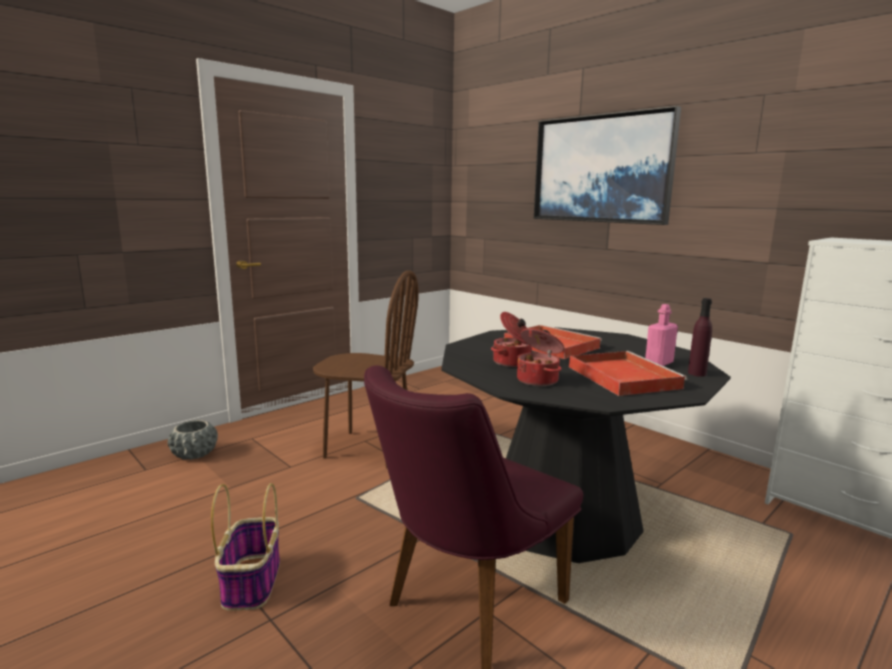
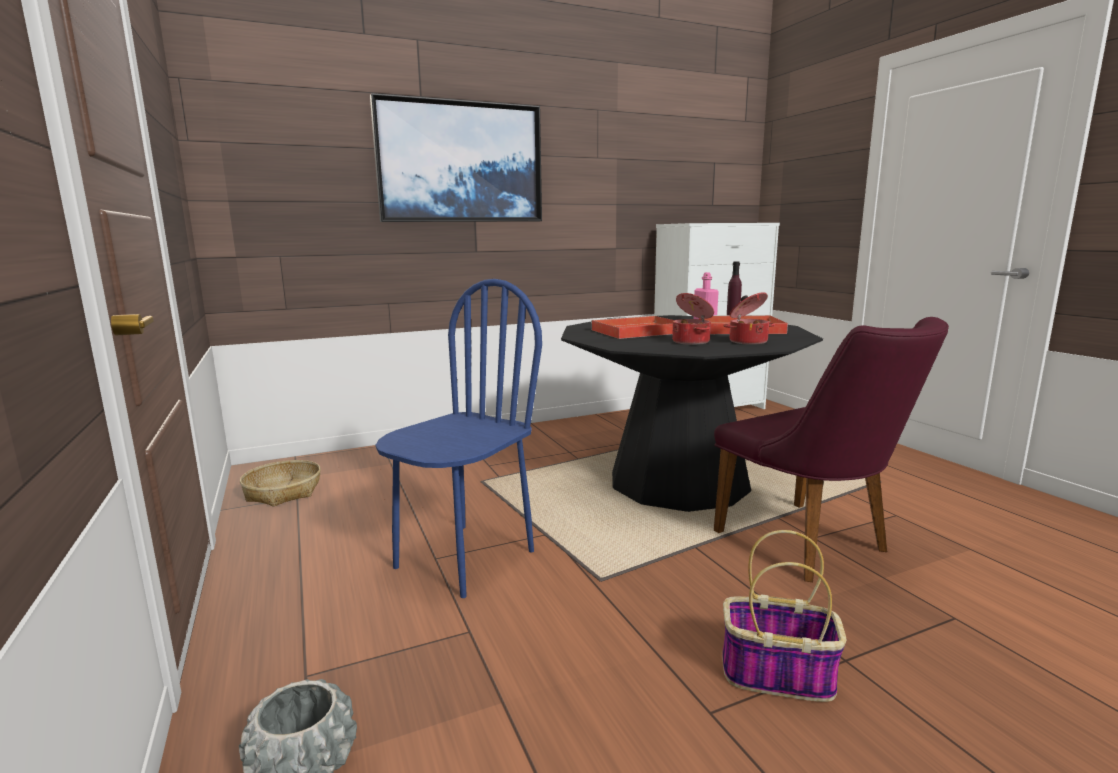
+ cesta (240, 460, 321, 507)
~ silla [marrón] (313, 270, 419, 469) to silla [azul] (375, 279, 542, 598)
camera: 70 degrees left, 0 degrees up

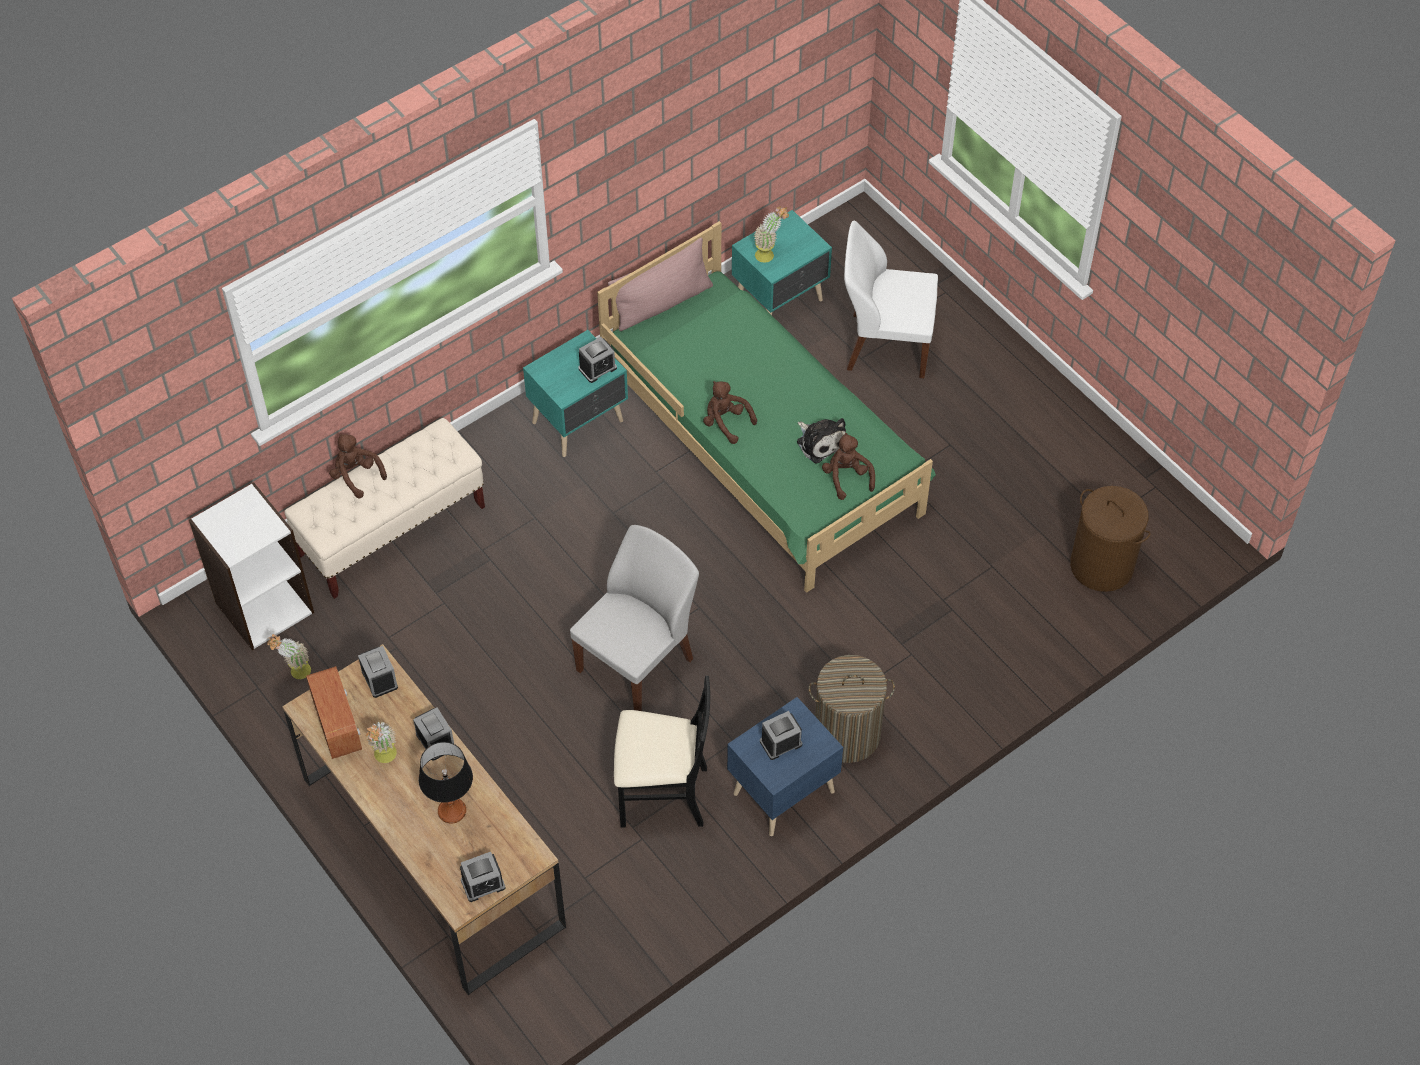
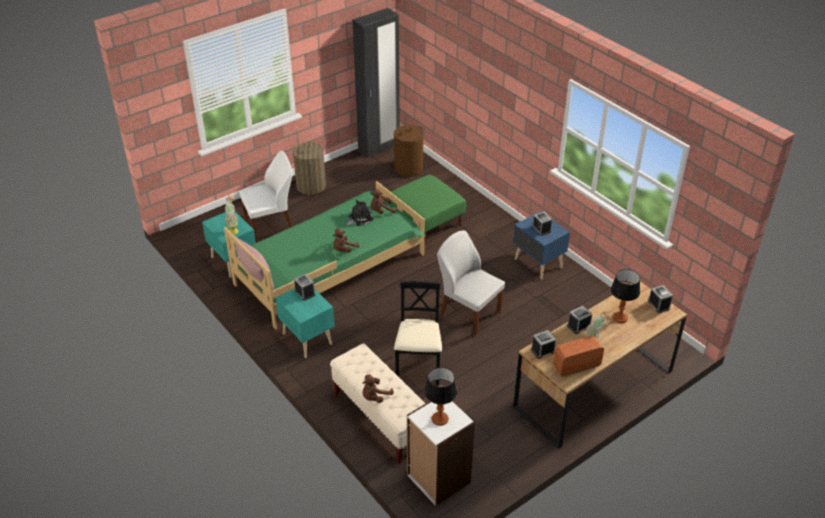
~ silla [blanco] (844, 221, 938, 378) = (239, 151, 292, 242) 120 degrees counterclockwise
~ cesto de la ropa (808, 655, 895, 763) to (293, 142, 326, 195)
+ armario ropero [negro] (352, 8, 400, 158)
+ puf [verde] (389, 175, 466, 244)
~ silla [negro] (614, 676, 710, 828) to (394, 281, 442, 385)
+ lámpara de mesa (425, 367, 457, 426)
- planta en maceta (267, 634, 311, 679)
camera: 90 degrees left, 15 degrees down

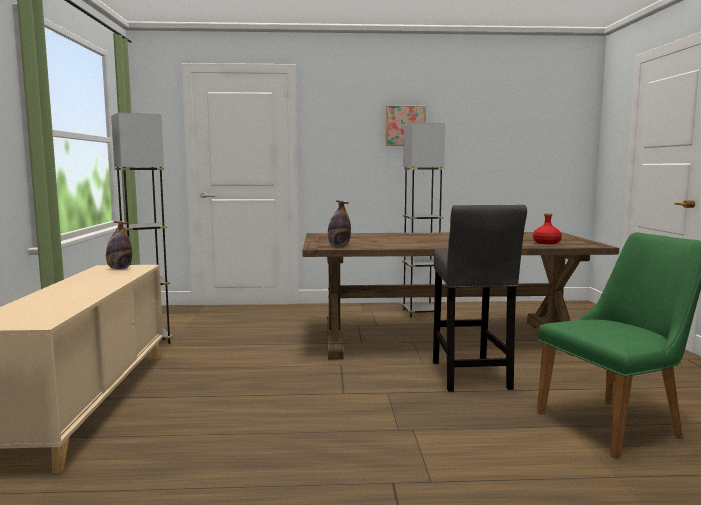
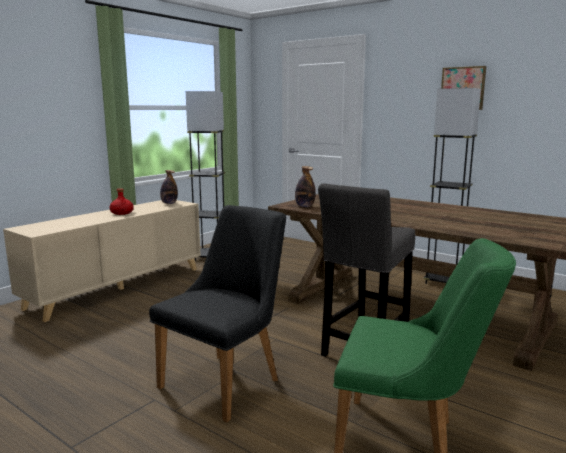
~ botella [rojo] (533, 214, 562, 244) to (109, 188, 134, 215)
+ silla [negro] (149, 205, 286, 422)
camera: 40 degrees right, 5 degrees up

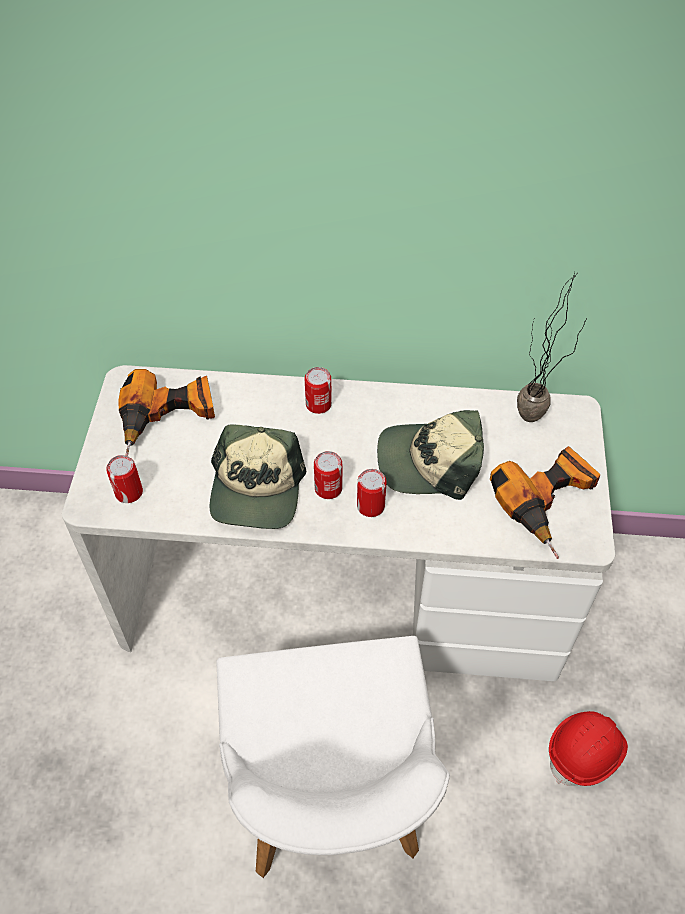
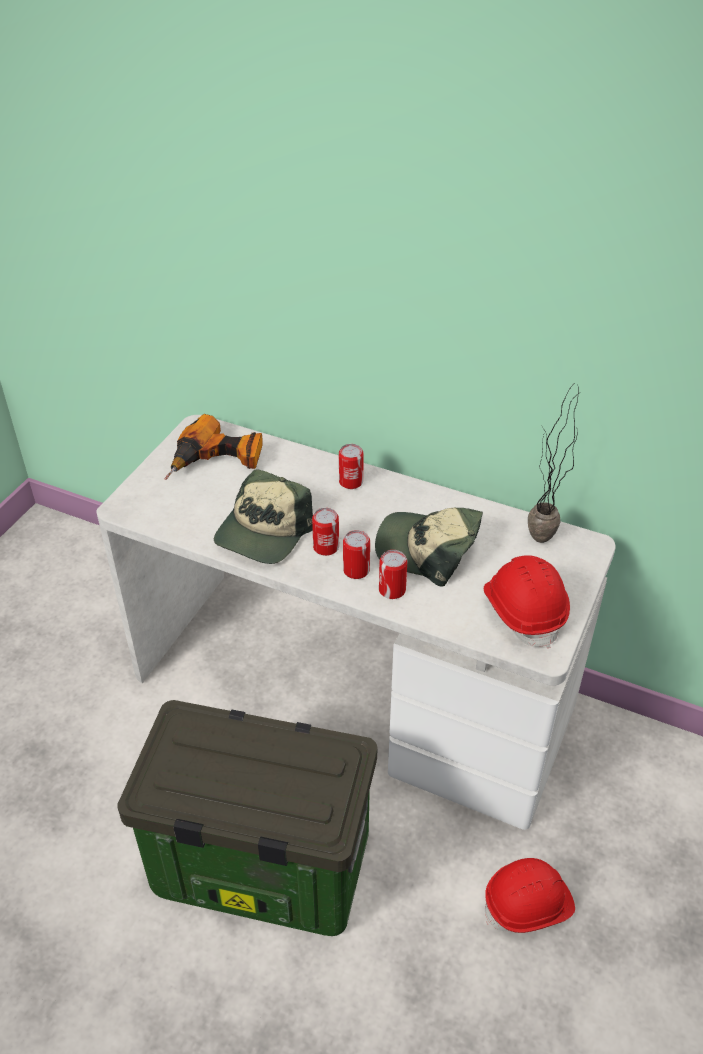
~ silla [blanco] (216, 636, 450, 878) to caja de almacenaje (117, 700, 378, 936)
~ lata (106, 455, 143, 503) to (379, 550, 407, 599)
~ taladro (490, 446, 600, 559) to casco [rojo] (484, 555, 570, 648)
camera: 20 degrees right, 10 degrees down

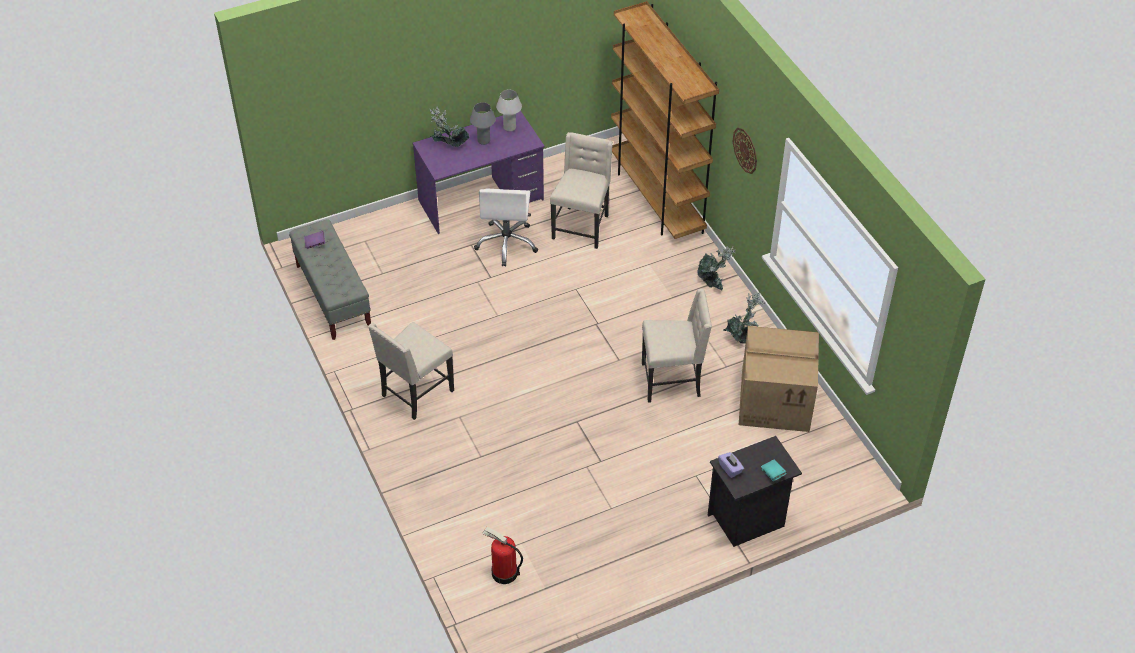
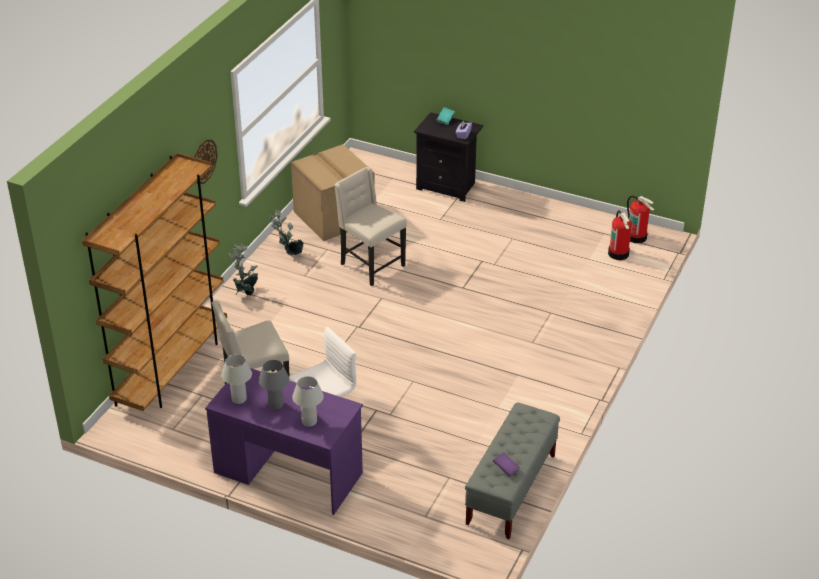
~ planta en maceta (430, 107, 469, 147) to lámpara de mesa [blanco] (292, 376, 324, 427)
+ extintor (627, 196, 655, 244)
- silla [beis] (368, 322, 454, 420)
camera: 130 degrees left, 10 degrees down

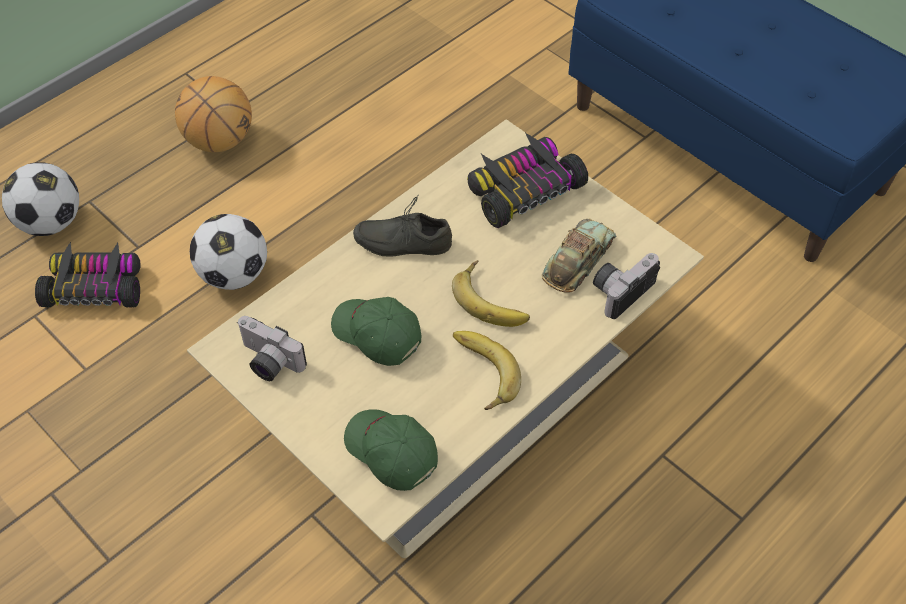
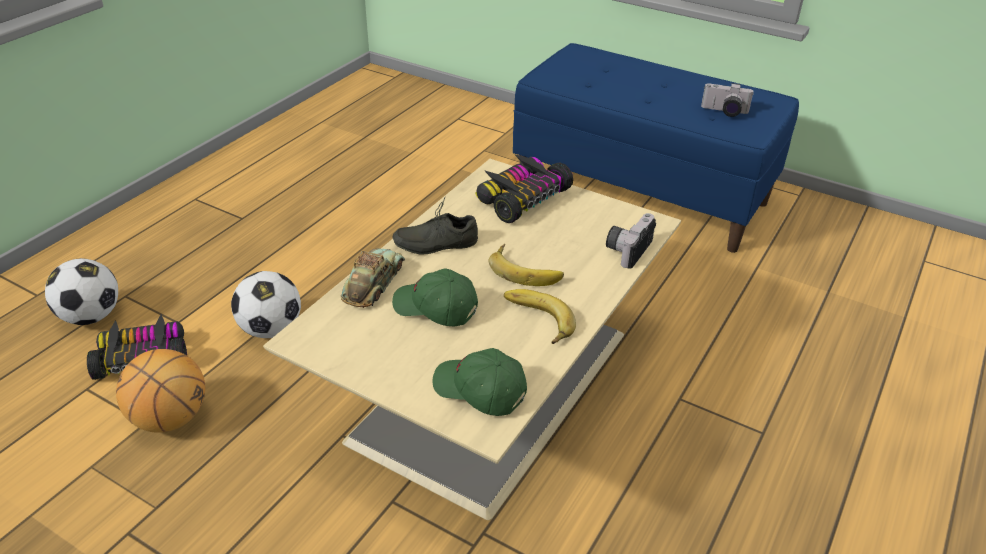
~ balón de baloncesto (175, 76, 252, 152) to (116, 349, 206, 433)
~ coche de juguete (542, 219, 616, 293) to (341, 248, 405, 308)
~ cámara (238, 316, 307, 381) to (701, 83, 754, 117)
camera: 15 degrees left, 15 degrees down

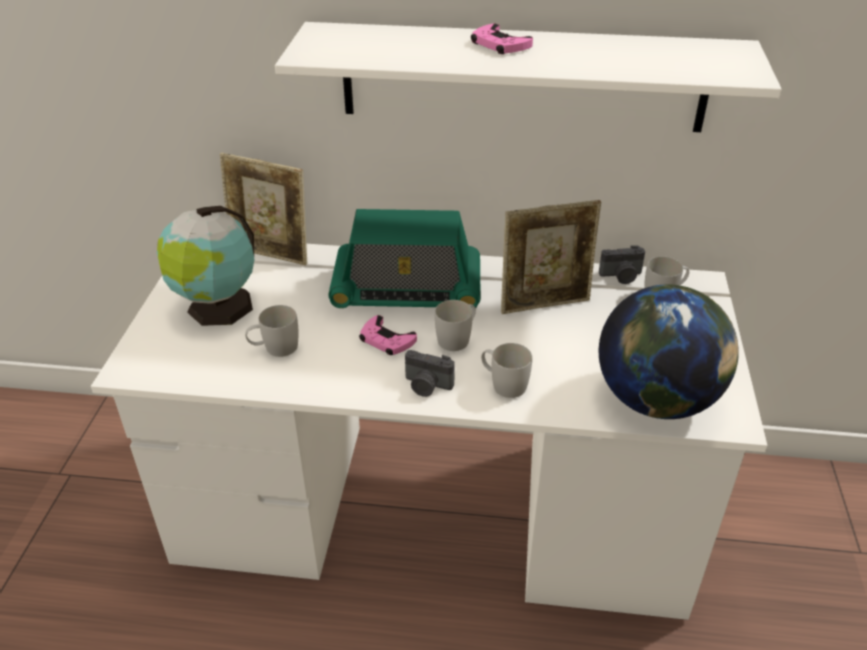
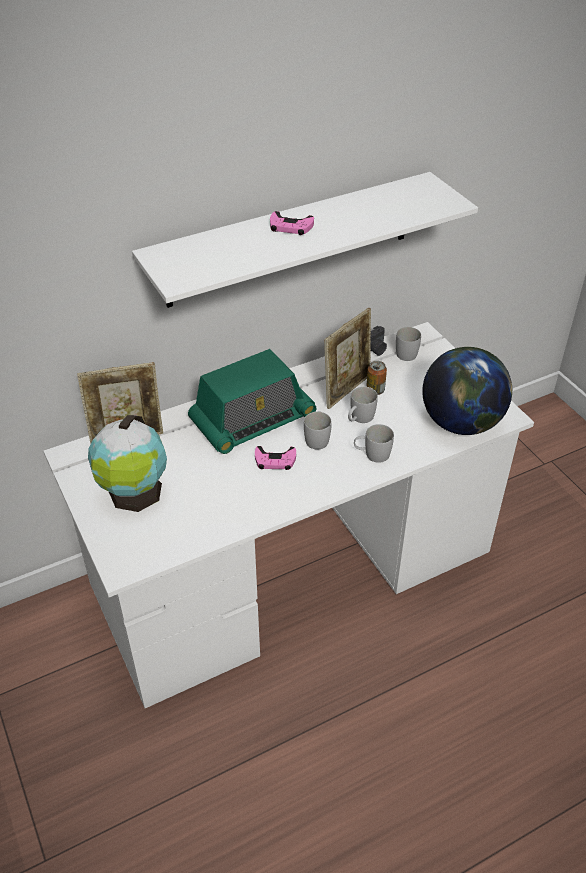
~ taza grande [blanco] (245, 305, 298, 357) to (348, 387, 378, 423)
+ lata (366, 361, 387, 395)
- cámara (405, 350, 455, 397)
camera: 35 degrees left, 5 degrees up

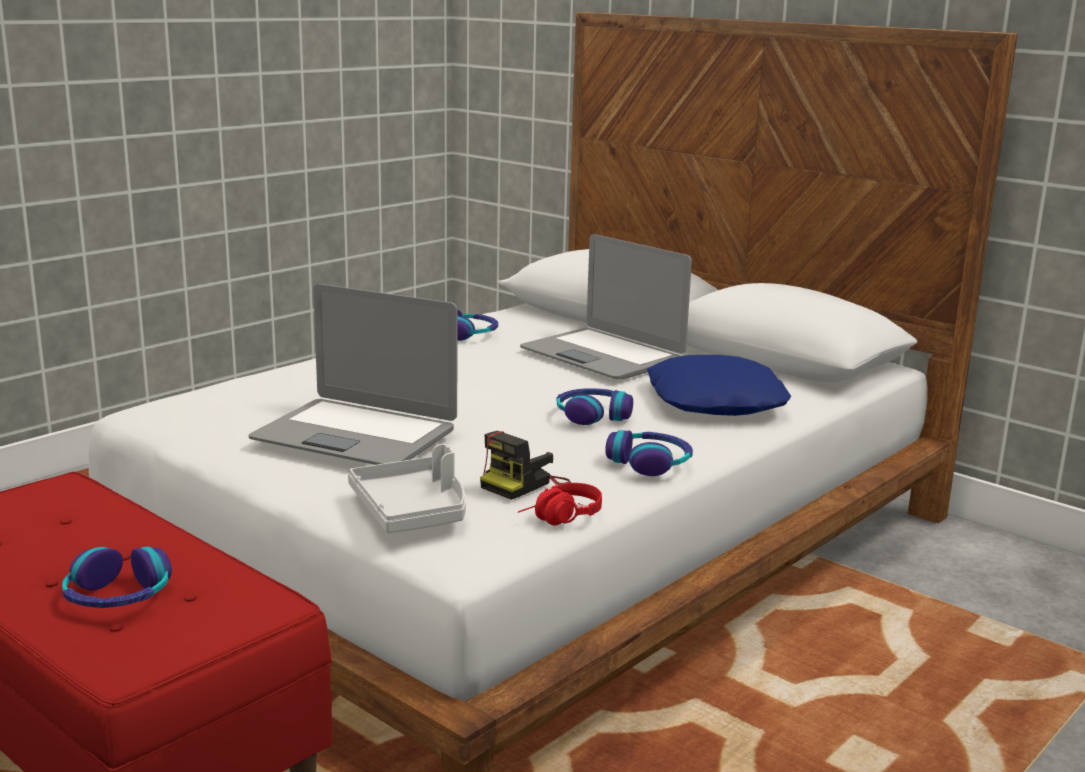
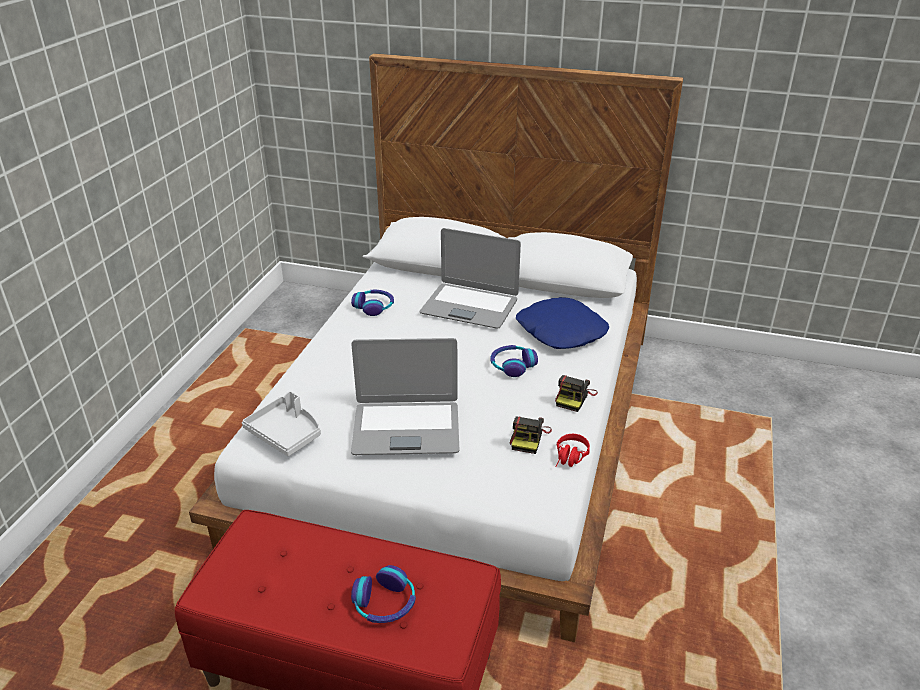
~ bandeja [gris] (348, 444, 466, 533) to (242, 391, 321, 456)
~ auriculares (605, 430, 693, 476) to cámara (555, 375, 598, 412)
camera: 25 degrees left, 15 degrees up

